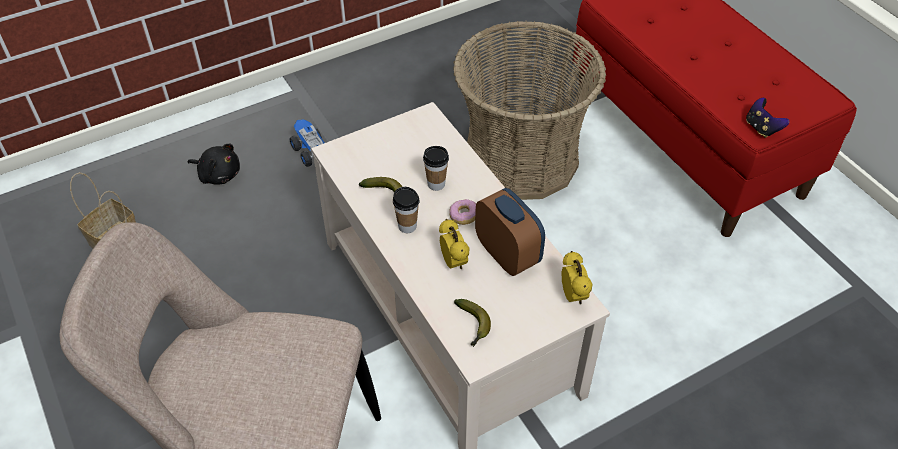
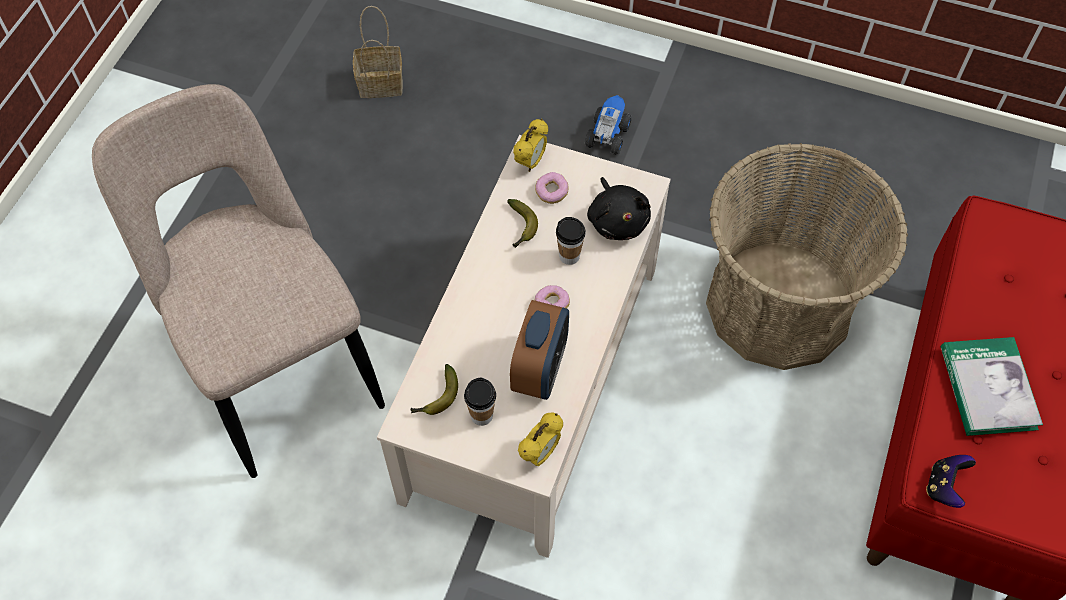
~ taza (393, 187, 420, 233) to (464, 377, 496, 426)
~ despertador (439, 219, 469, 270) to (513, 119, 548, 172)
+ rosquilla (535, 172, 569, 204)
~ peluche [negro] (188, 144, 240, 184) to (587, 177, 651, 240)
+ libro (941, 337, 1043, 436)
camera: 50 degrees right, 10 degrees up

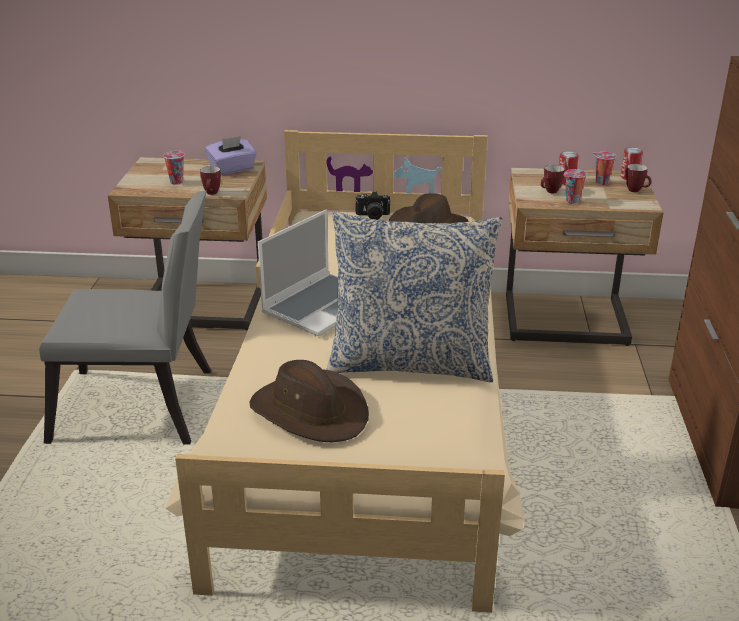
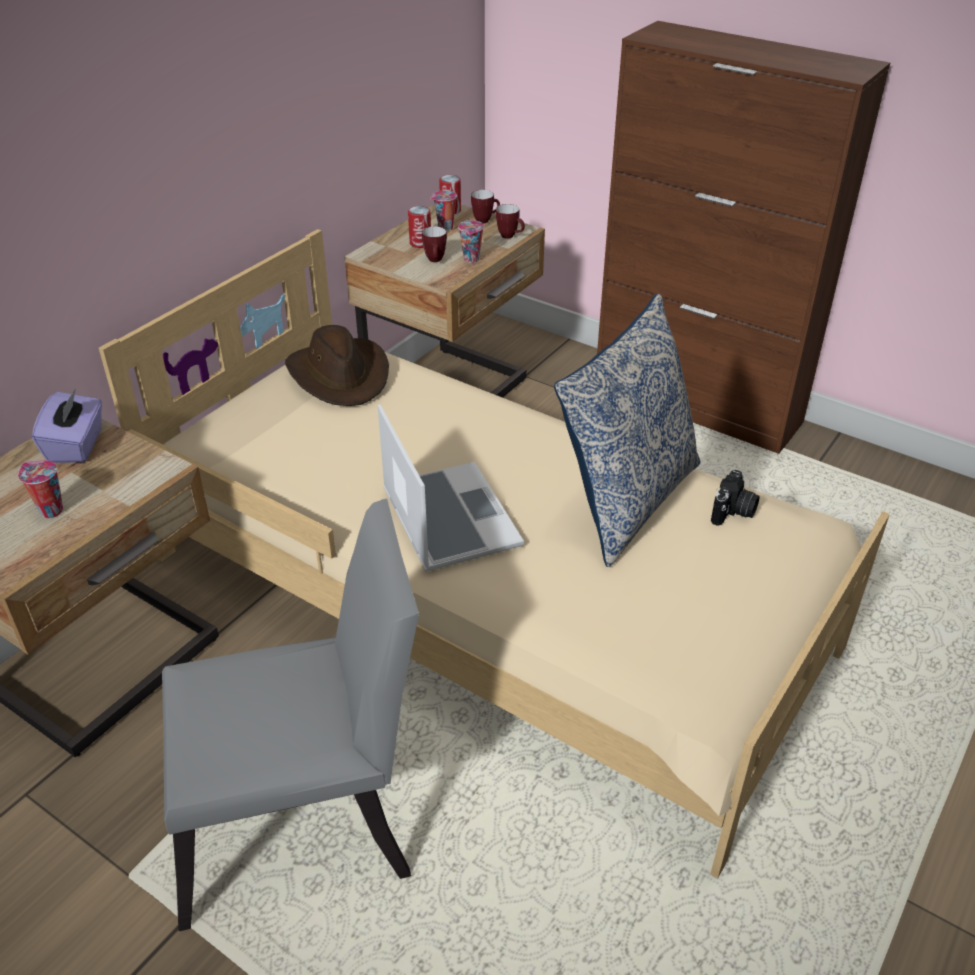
~ silla [gris] (39, 190, 211, 445) = (162, 499, 419, 931) 45 degrees clockwise
~ taza grande (200, 166, 221, 195) to (496, 204, 525, 239)
~ cámara (355, 191, 391, 220) to (711, 470, 760, 526)
- sombrero [marrón] (249, 360, 369, 442)
camera: 60 degrees left, 10 degrees up

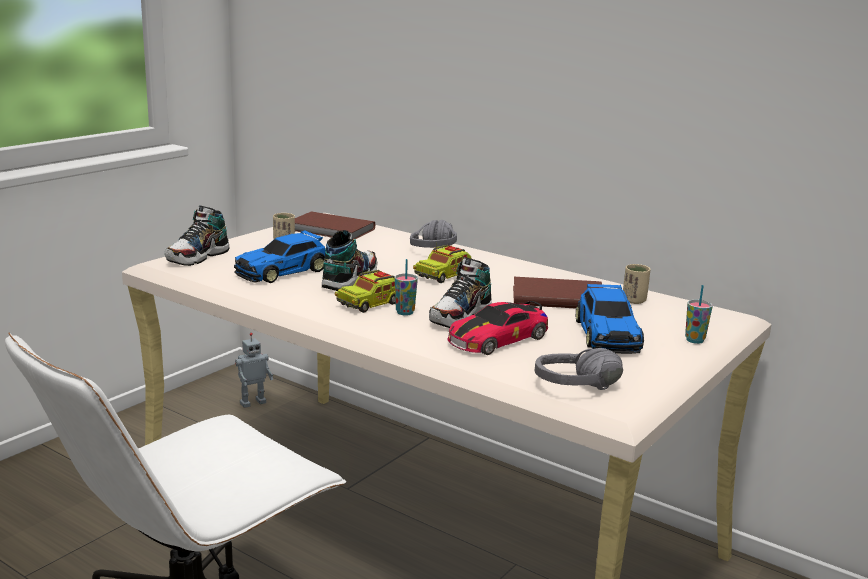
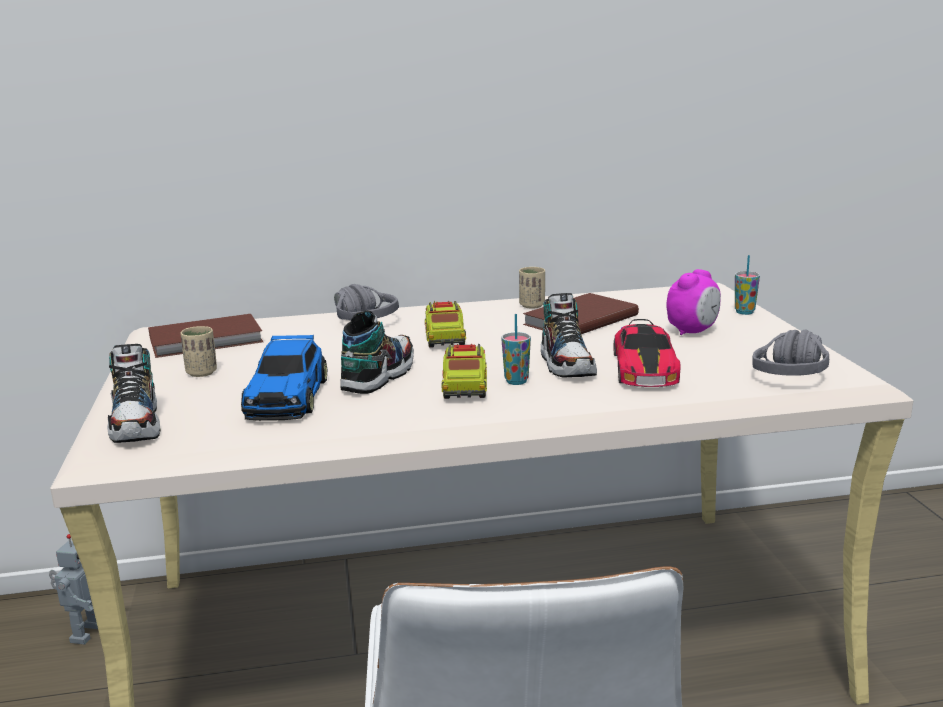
~ zapato (322, 230, 377, 291) = (340, 310, 414, 394) 45 degrees clockwise
~ taza [beis] (623, 264, 650, 304) to (519, 267, 545, 309)
~ coche de juguete (576, 284, 644, 354) to despertador (666, 269, 721, 335)
camera: 45 degrees left, 0 degrees up

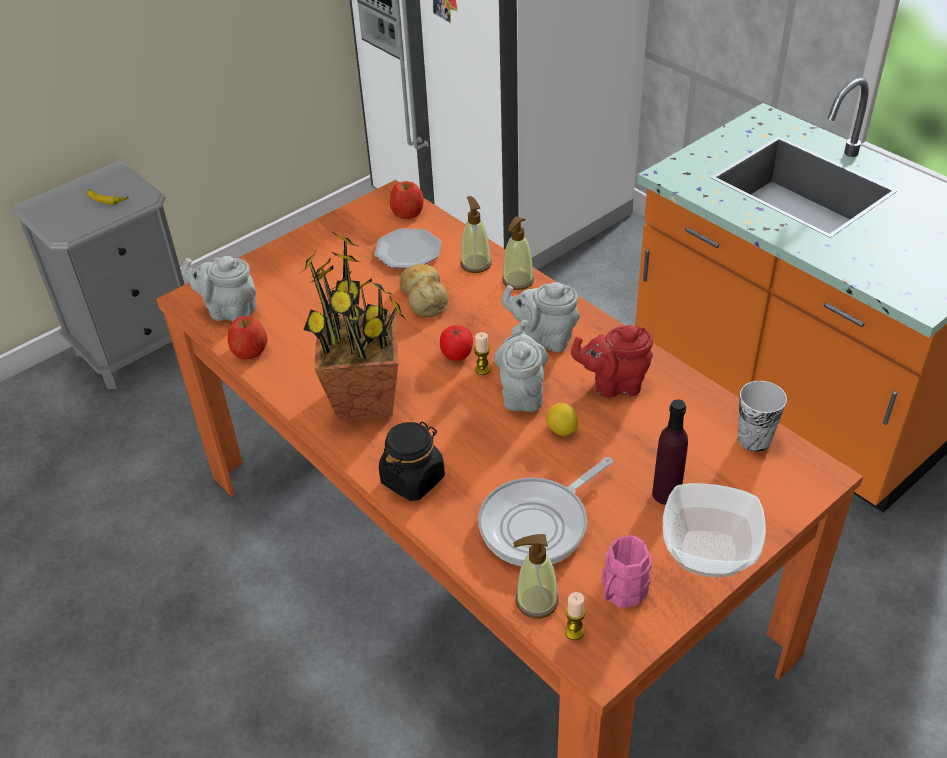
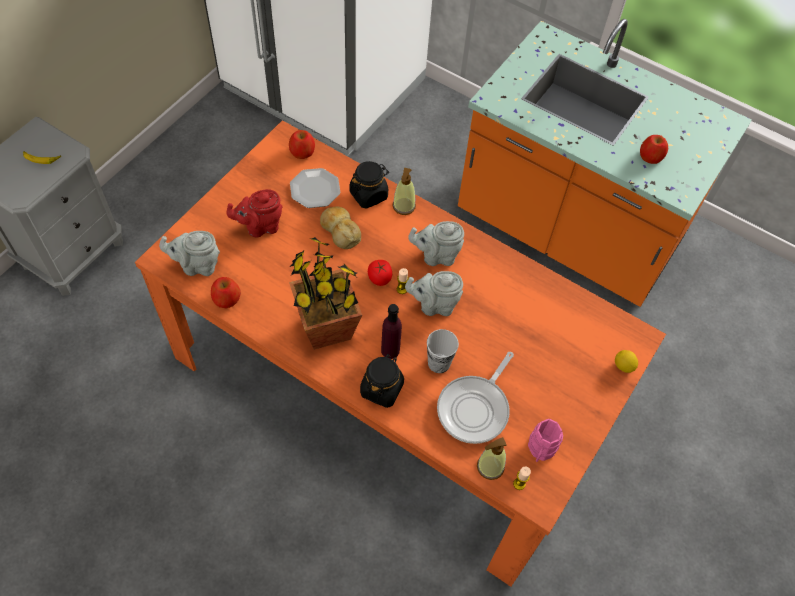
~ tetera [rojo] (571, 325, 653, 398) to (226, 189, 282, 237)
~ dispensador de jabón (460, 196, 492, 273) to tarro [negro] (349, 161, 389, 209)
~ botella [morado] (652, 399, 688, 505) to (381, 304, 402, 359)
~ tetera [gris] (494, 320, 548, 412) = (405, 271, 463, 316) 75 degrees counterclockwise
~ taza (738, 381, 787, 452) to (427, 329, 459, 373)
~ limón (546, 403, 578, 436) to (615, 350, 638, 373)
+ manzana (640, 135, 668, 164)
- cuenco (663, 483, 766, 577)
camera: 20 degrees left, 15 degrees up

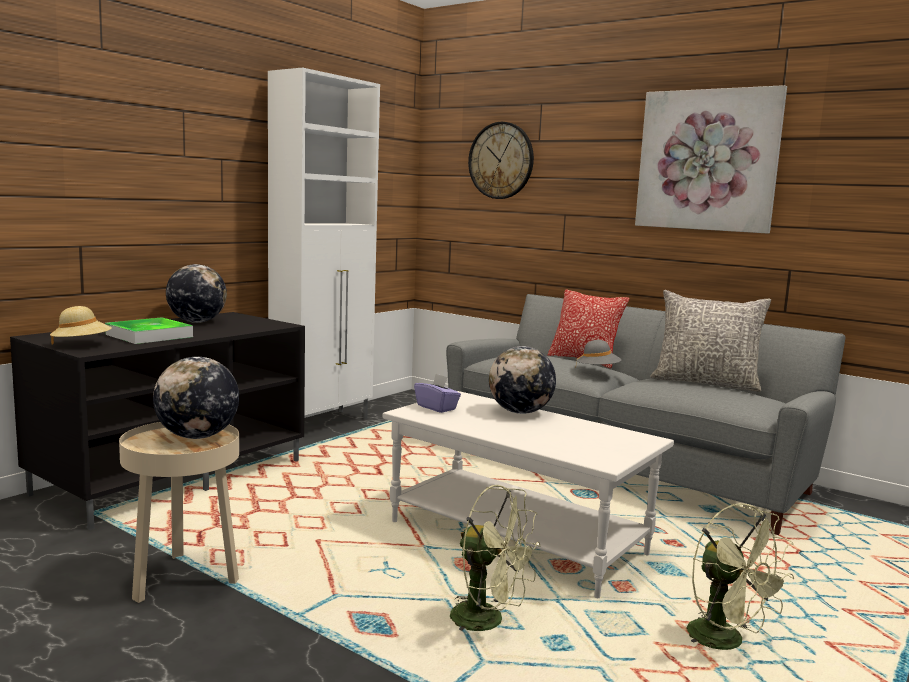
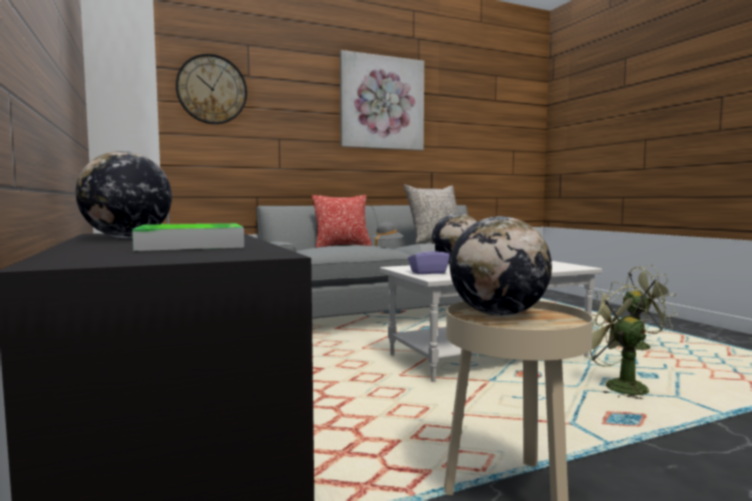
~ ventilador [verde] (450, 485, 540, 631) = (583, 282, 649, 399) 90 degrees counterclockwise
- sombrero [beis] (50, 306, 112, 344)
camera: 60 degrees left, 5 degrees down

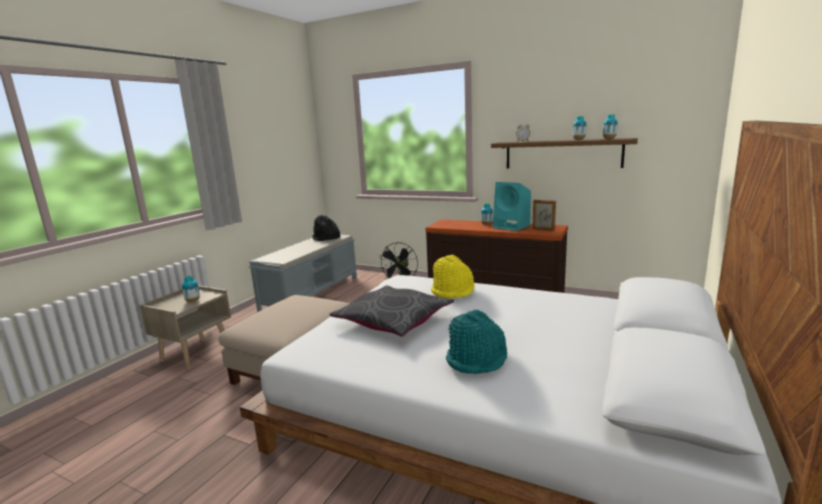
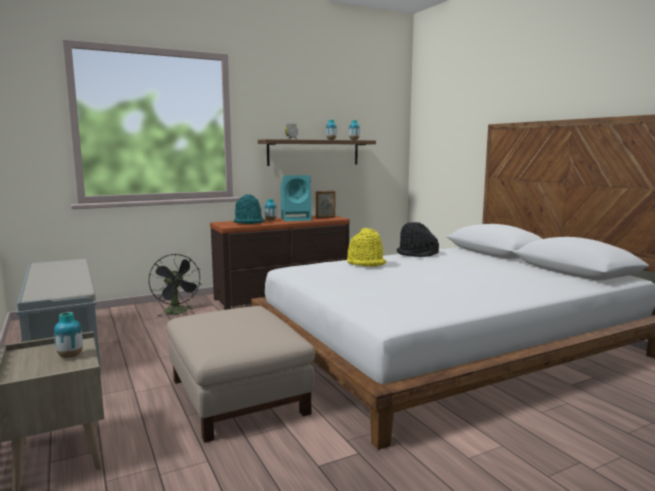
~ sombrero [turquesa] (446, 309, 507, 374) to (234, 194, 264, 224)
~ sombrero [negro] (312, 215, 340, 241) to (397, 222, 439, 257)
- cojín [gris] (330, 286, 454, 337)
camera: 55 degrees left, 5 degrees down

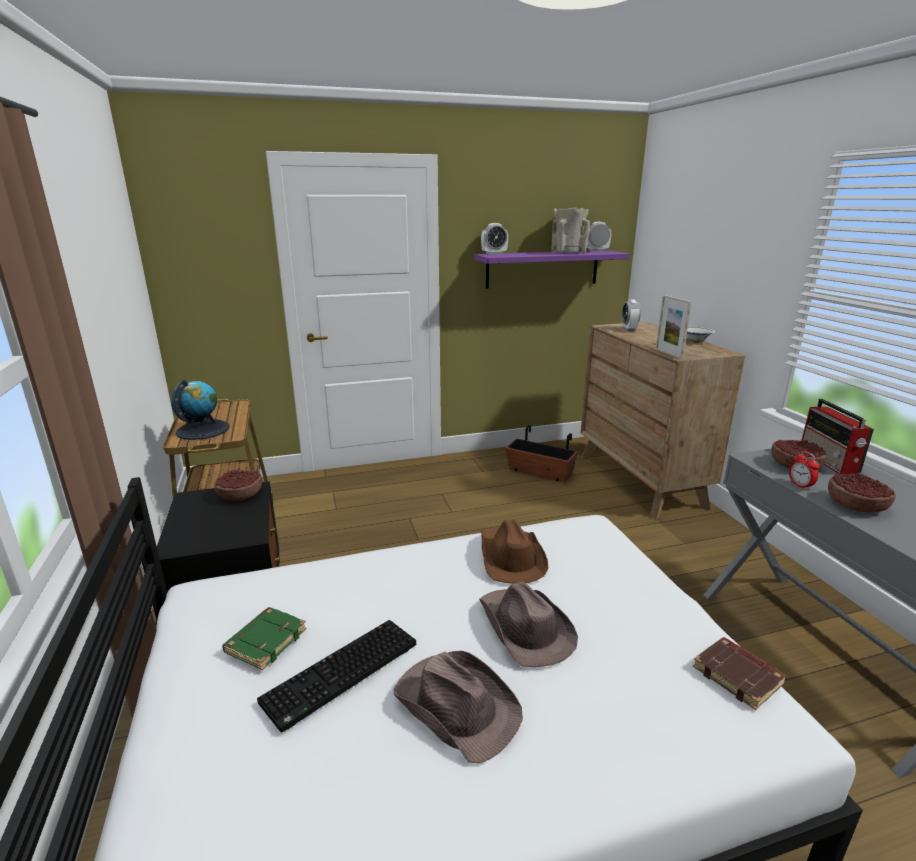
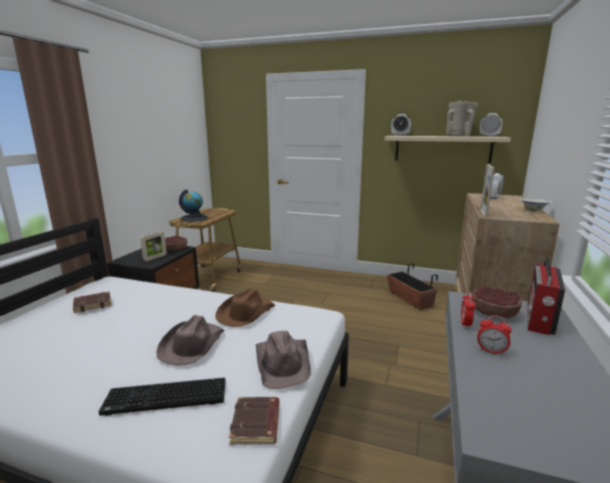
~ libro [verde] (222, 607, 307, 670) to libro [marrón] (73, 291, 111, 313)
~ teclado (257, 620, 416, 733) to (99, 378, 226, 416)
+ portarretratos (140, 232, 166, 261)
~ sombrero [marrón] (394, 651, 523, 763) to (256, 331, 311, 389)
~ estante [morado] (474, 250, 629, 289) to estante [beis] (384, 136, 511, 163)
~ cuenco (828, 473, 896, 512) to despertador (477, 315, 512, 355)
camera: 35 degrees right, 5 degrees down

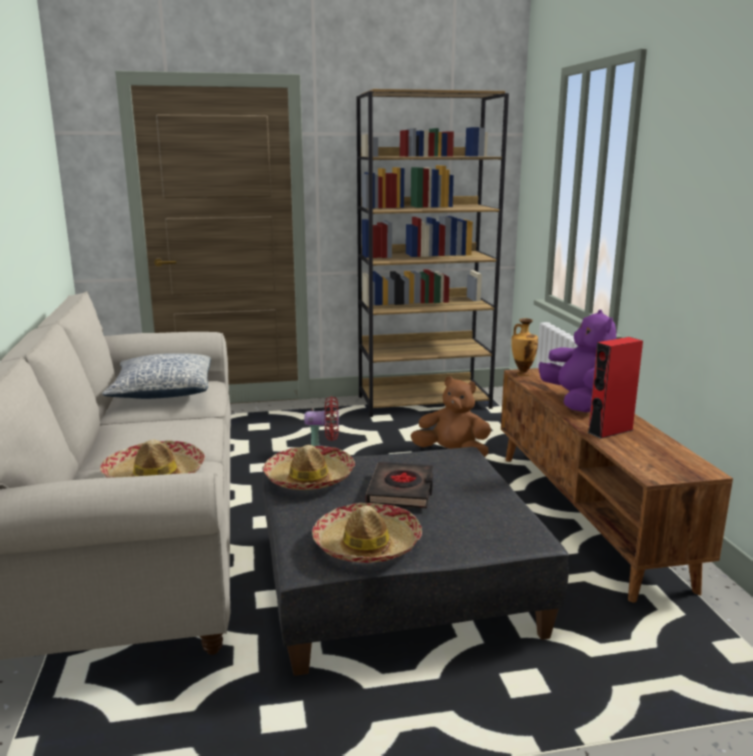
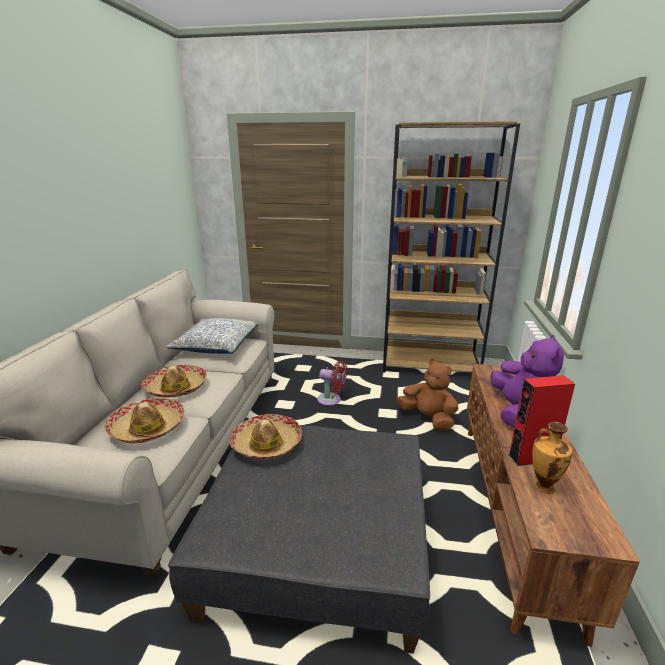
~ sombrero (312, 503, 422, 563) to (141, 365, 207, 397)
~ florero (511, 318, 538, 376) to (532, 422, 572, 494)
- libro [negro] (366, 462, 433, 509)
camera: 20 degrees right, 5 degrees up

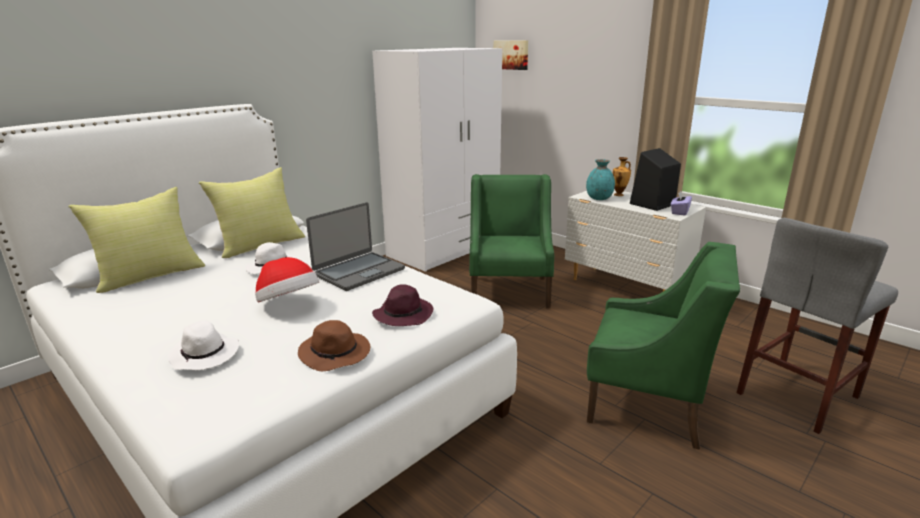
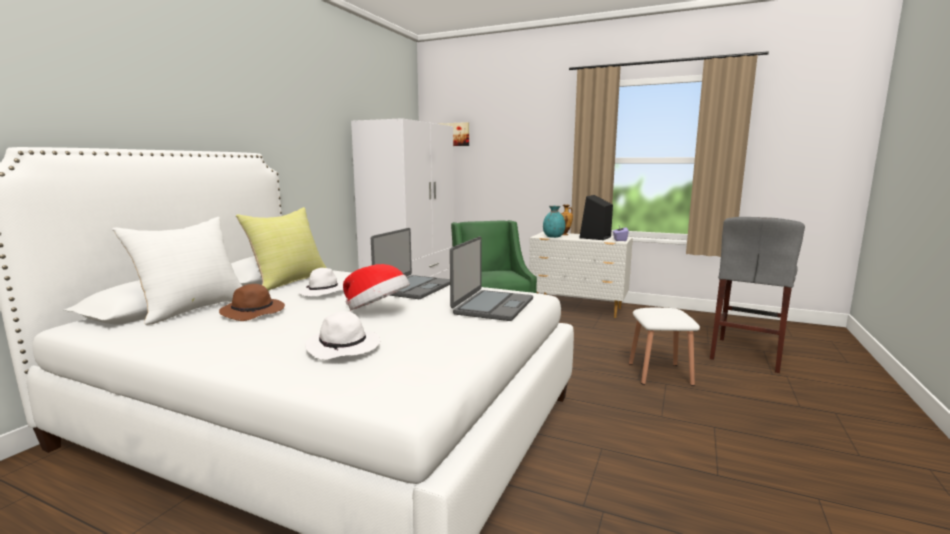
~ cojín [amarillo] (68, 187, 205, 293) to cojín [blanco] (112, 217, 242, 325)
~ sombrero [marrón] (298, 320, 370, 371) to (219, 284, 285, 321)
~ sombrero [morado] (372, 284, 434, 326) to portátil (450, 236, 533, 321)
~ sillón [verde] (587, 242, 740, 450) to taburete [blanco] (629, 308, 700, 386)
camera: 20 degrees left, 10 degrees down

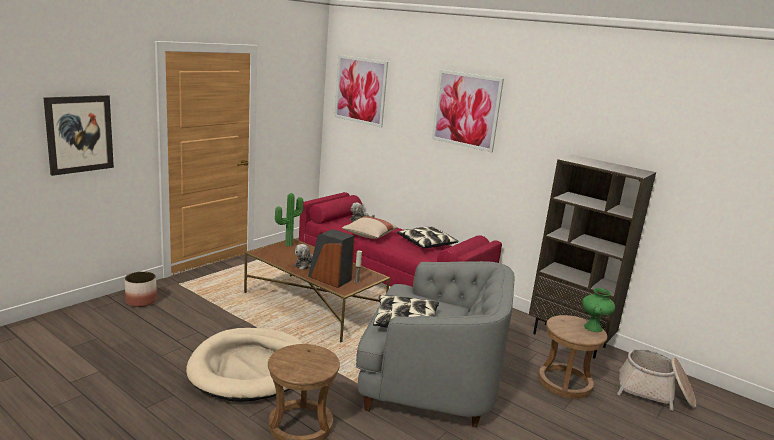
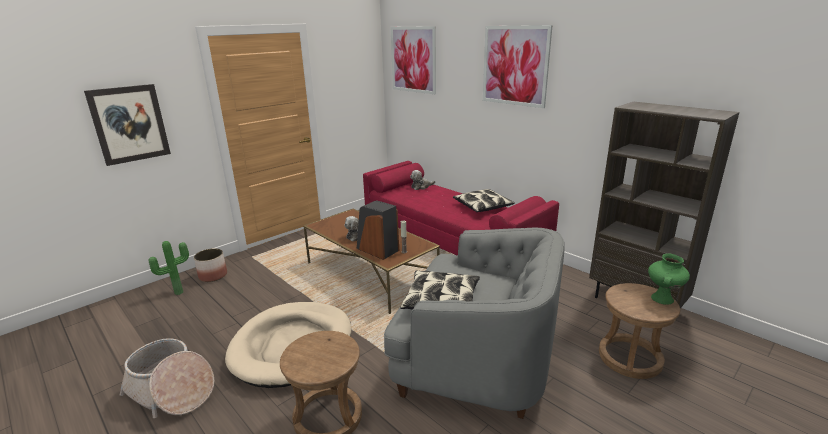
~ cesta (617, 349, 696, 411) to (120, 338, 215, 418)
~ planta en maceta (275, 193, 303, 246) to (149, 241, 189, 295)
- cojín [beis] (342, 216, 397, 239)
camera: 10 degrees right, 5 degrees up

